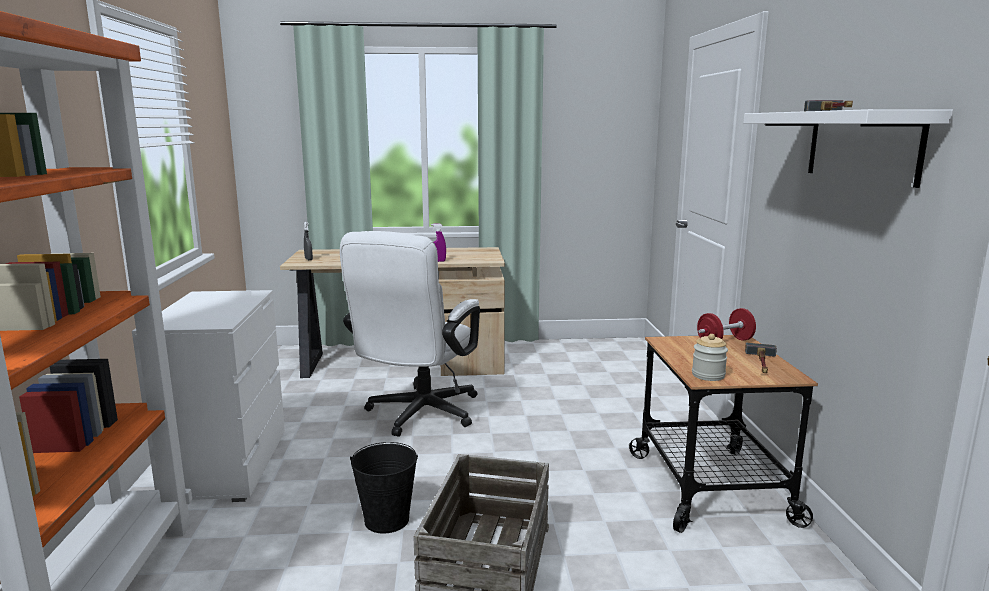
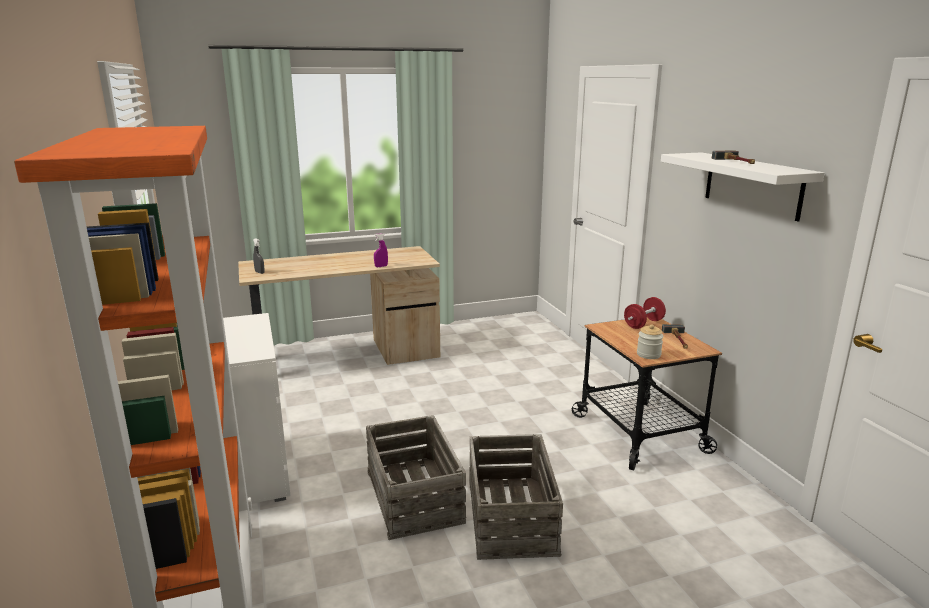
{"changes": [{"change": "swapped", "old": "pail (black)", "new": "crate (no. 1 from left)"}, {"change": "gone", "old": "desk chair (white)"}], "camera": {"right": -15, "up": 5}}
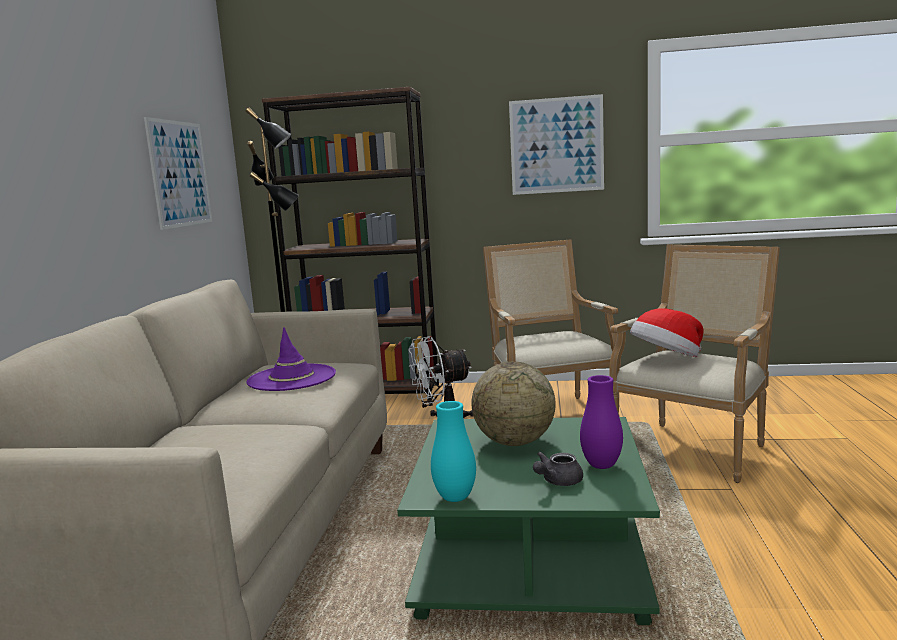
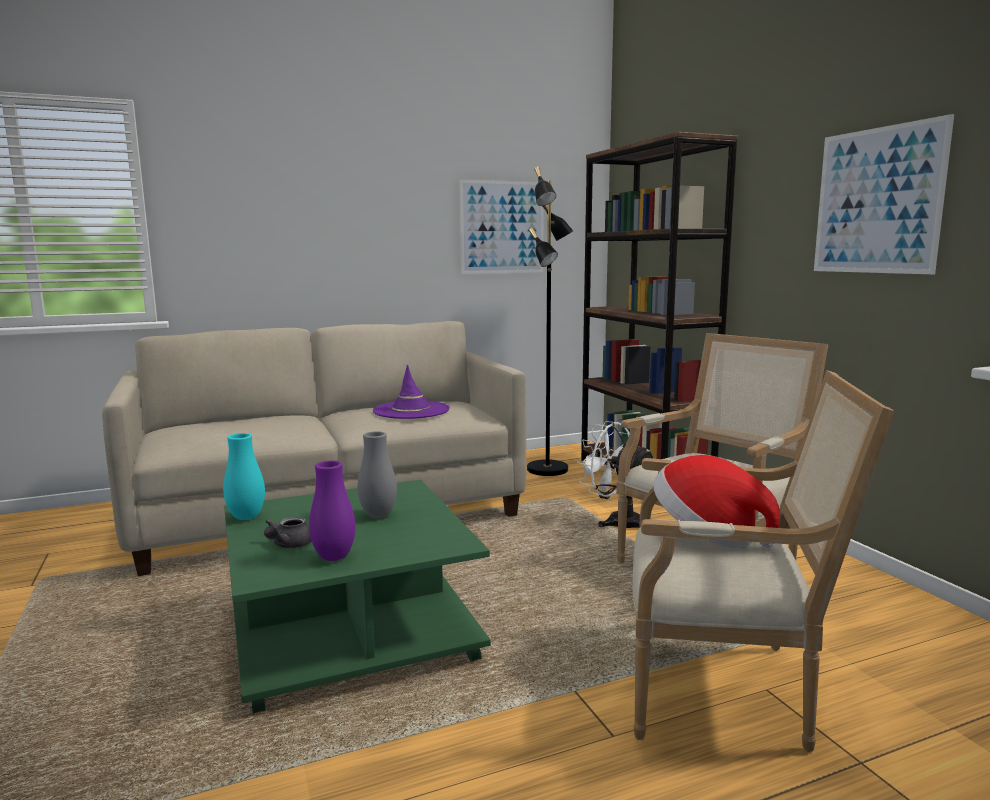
{"changes": [{"change": "rotated", "old": "tea pot (greyish)", "degrees": -90}, {"change": "swapped", "old": "world globe", "new": "vase (greyish)"}], "camera": {"right": 60, "up": 0}}
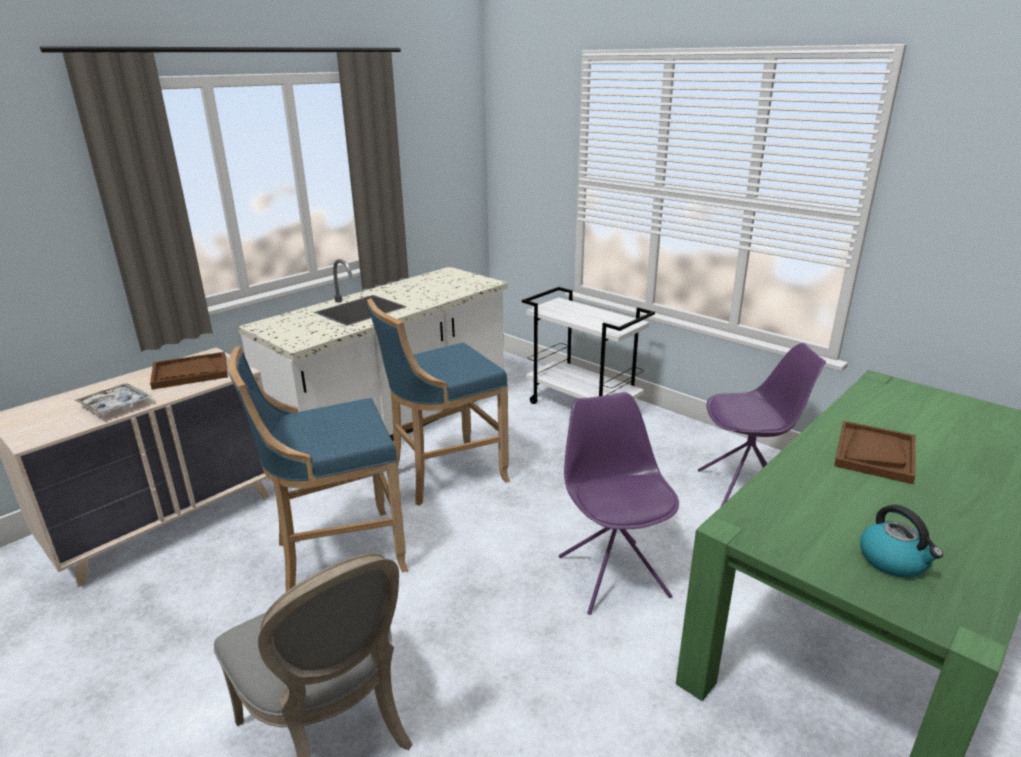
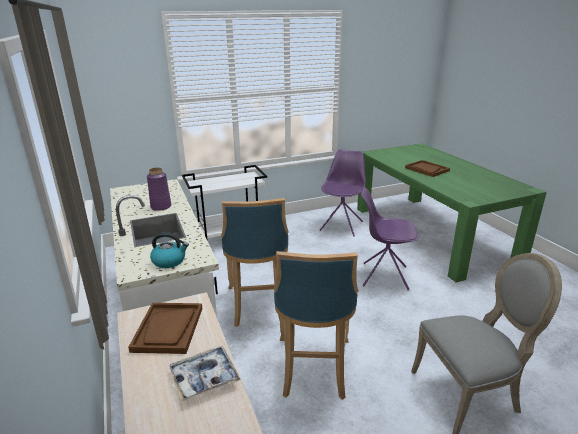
{"changes": [{"change": "new", "new": "vase (purple-coloured)"}, {"change": "shifted", "old": "tea kettle"}], "camera": {"right": -65, "up": 0}}
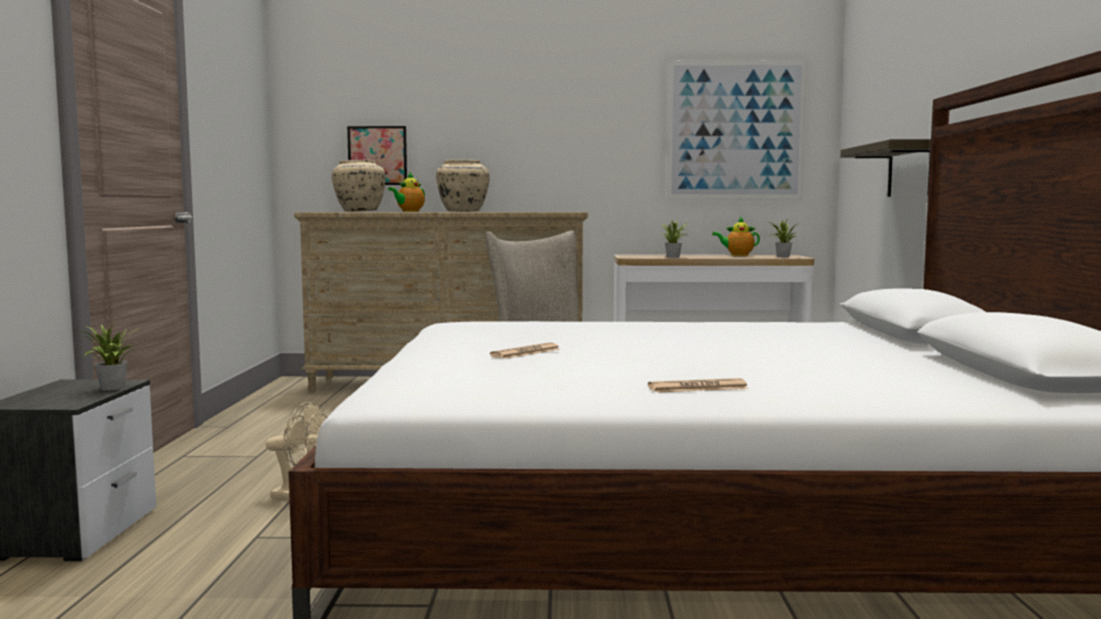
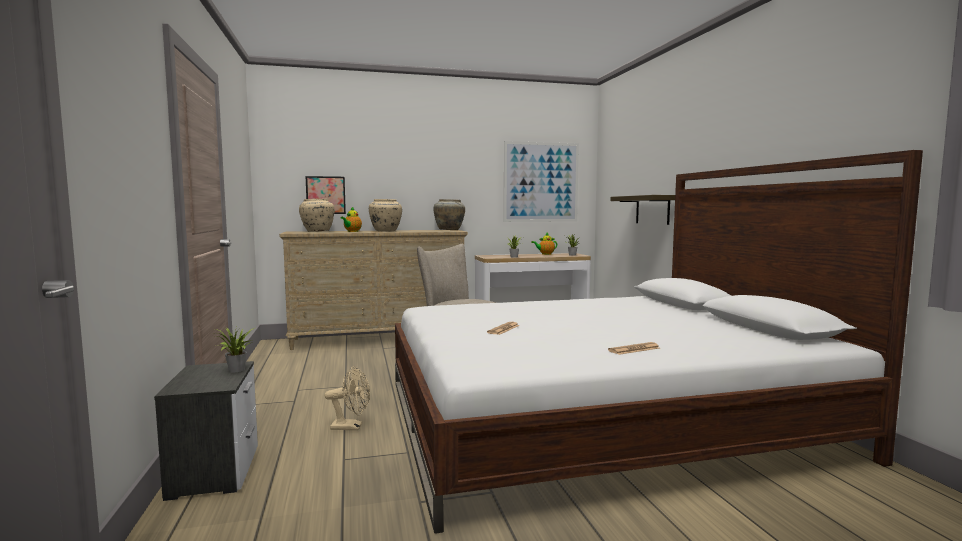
{"changes": [{"change": "new", "new": "vase (beige) (no. 3 from left)"}], "camera": {"right": -15, "up": 0}}
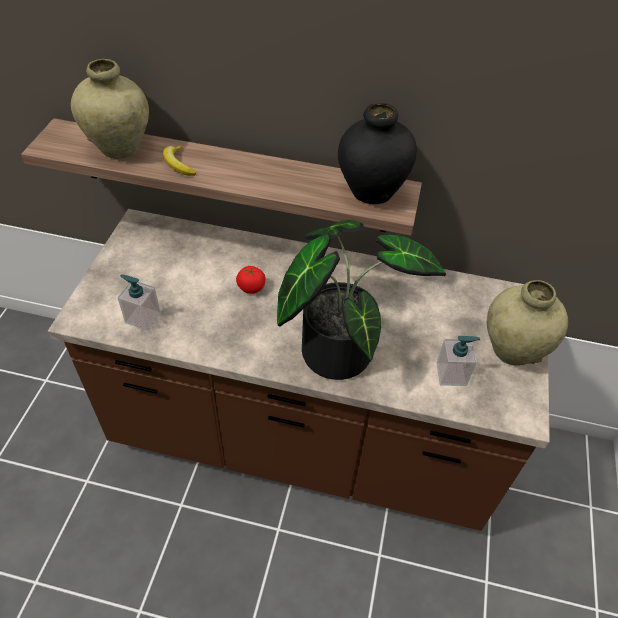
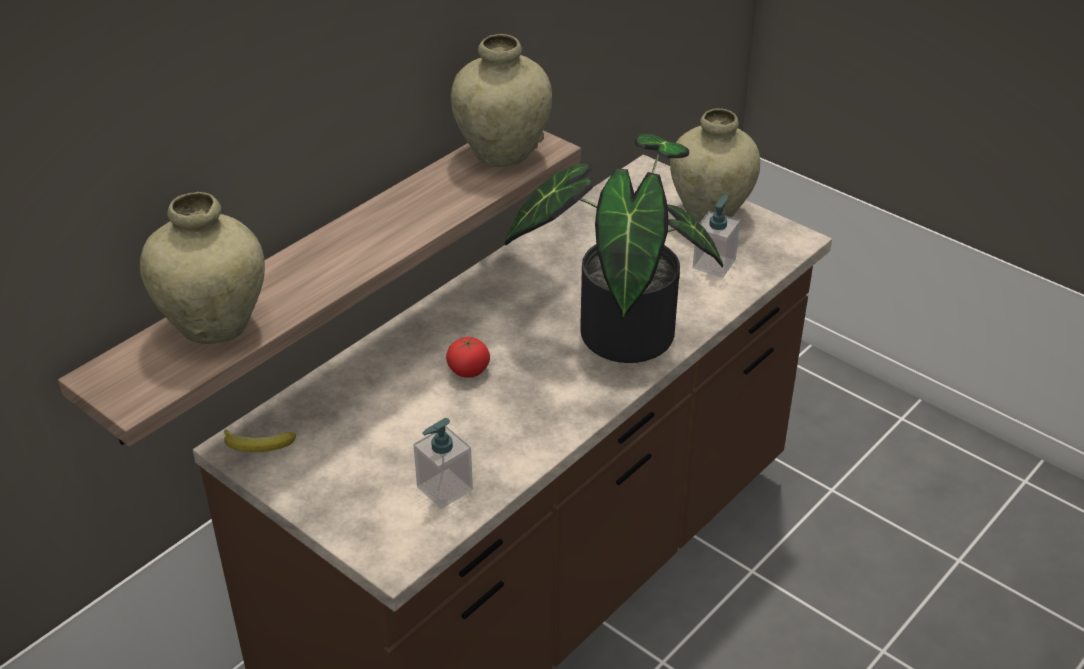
{"changes": [{"change": "shifted", "old": "banana fruit"}, {"change": "repainted", "old": "vase (black)", "new": "vase (beige) (no. 2 from left)"}], "camera": {"right": -60, "up": -10}}
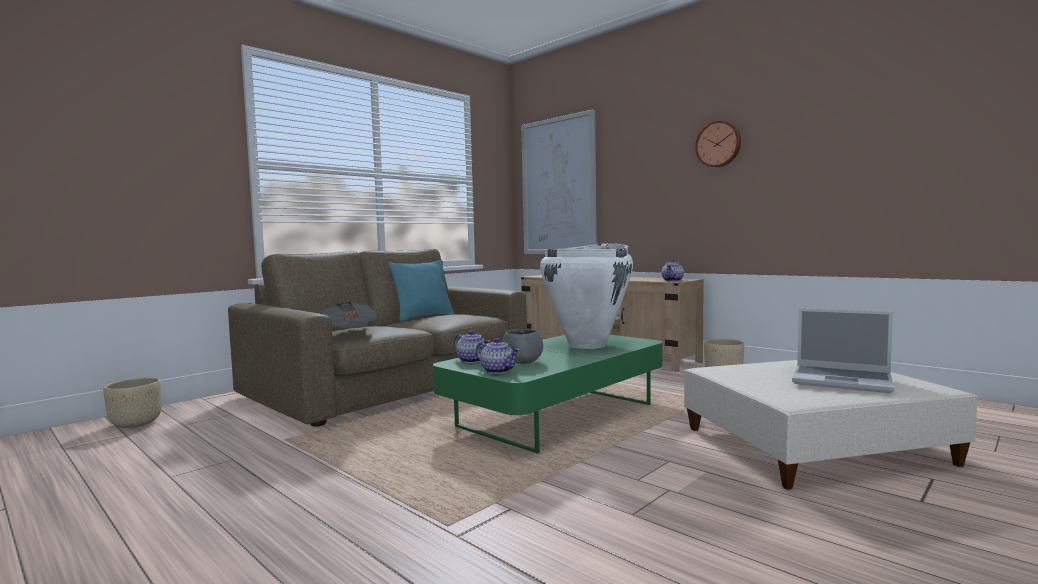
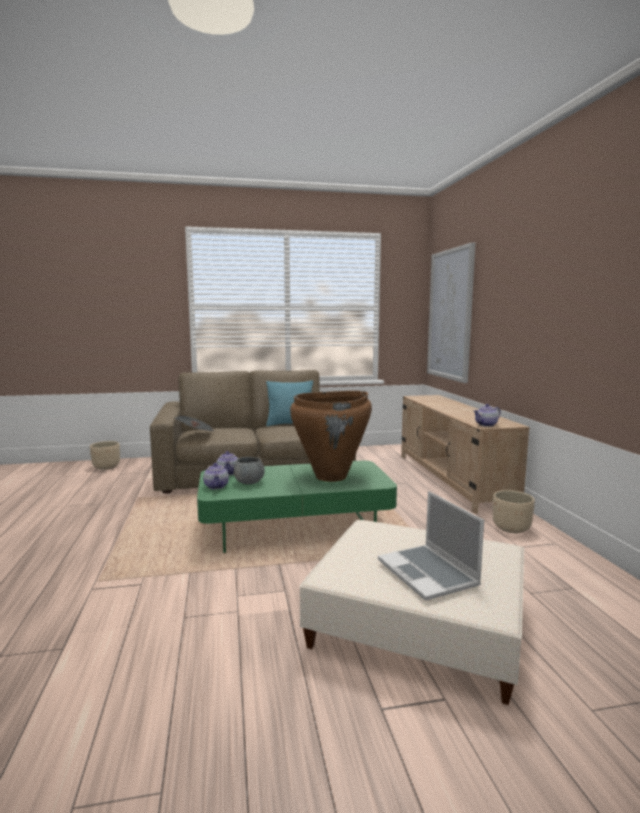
{"changes": [{"change": "repainted", "old": "vase (white)", "new": "vase (brown)"}, {"change": "gone", "old": "clock on the wall"}], "camera": {"right": 35, "up": 5}}
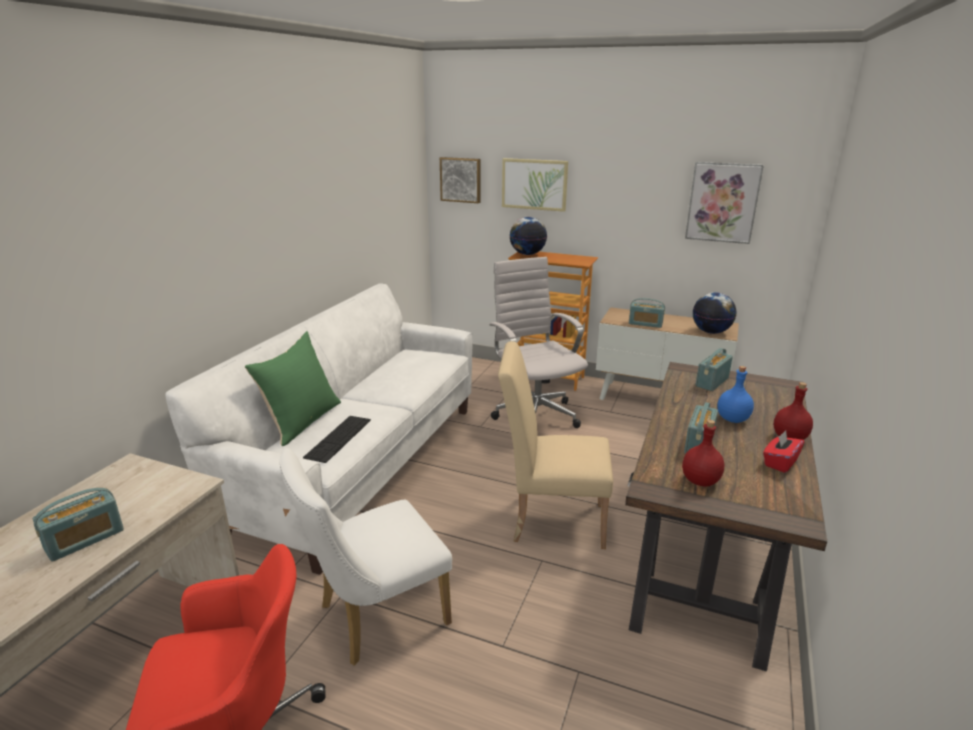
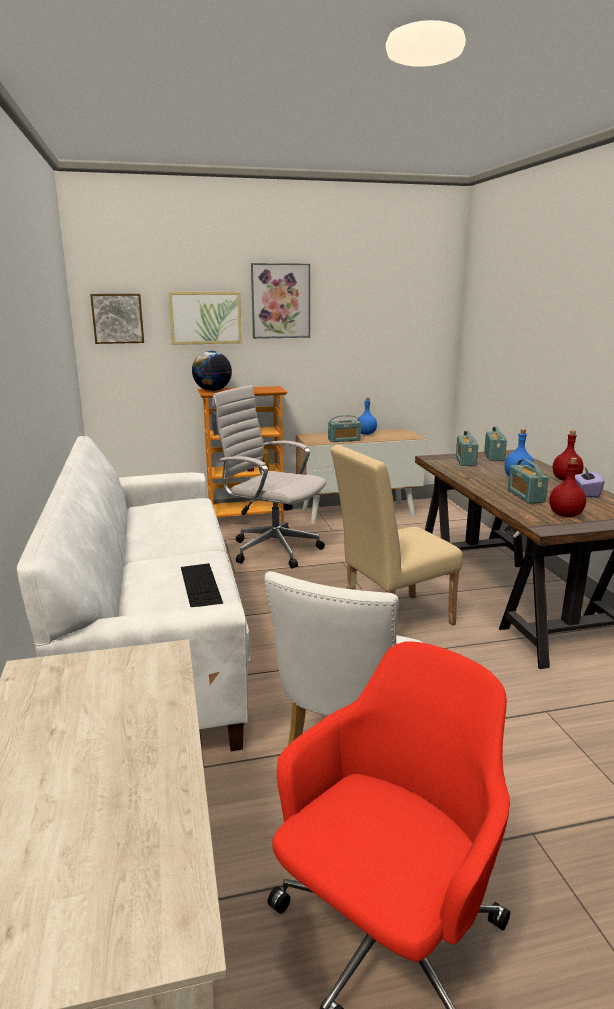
{"changes": [{"change": "shifted", "old": "wall picture (no. 3 from left)"}, {"change": "new", "new": "drink bottle (blue) (no. 1 from left)"}, {"change": "shifted", "old": "radio set (no. 1 from left in the first image)", "new": "radio set (no. 3 from left)"}, {"change": "repainted", "old": "tissue box (red)", "new": "tissue box (purple-coloured)"}, {"change": "gone", "old": "cushion (green-coloured)"}, {"change": "gone", "old": "world globe (no. 2 from left)"}], "camera": {"right": -35, "up": -5}}
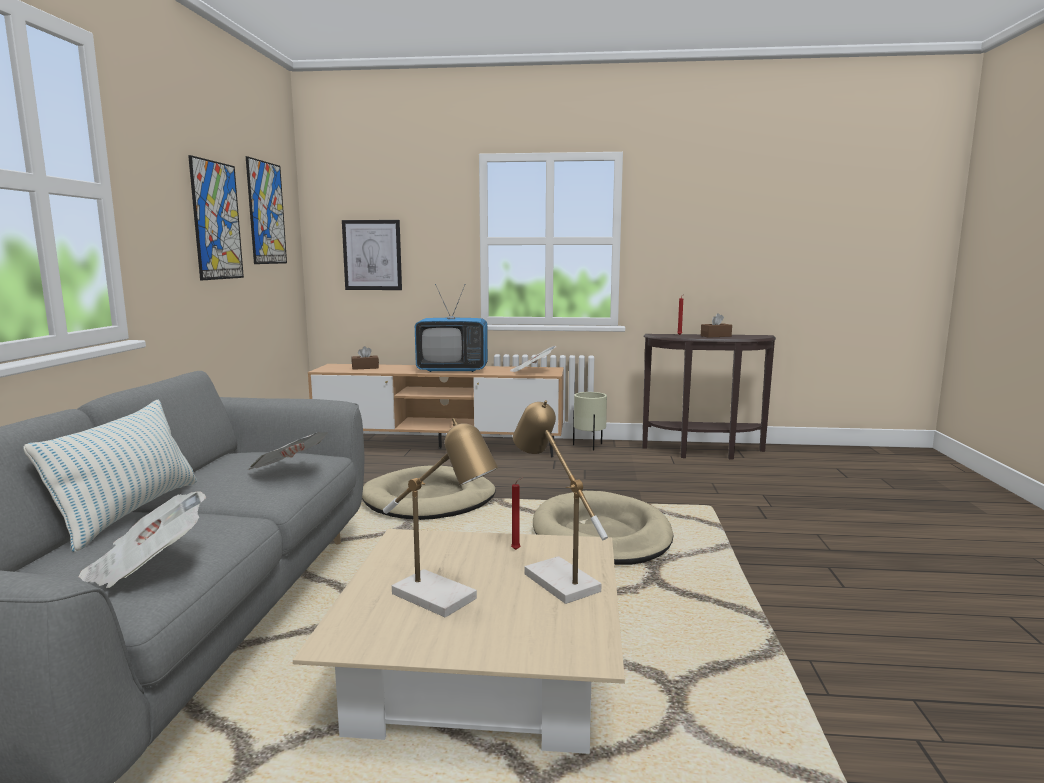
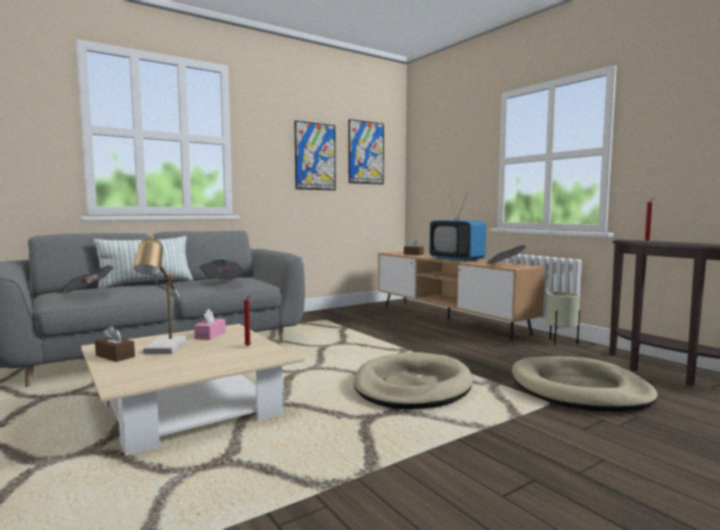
{"changes": [{"change": "shifted", "old": "tissue box (brown) (no. 2 from left in the first image)", "new": "tissue box (brown) (no. 1 from left)"}, {"change": "new", "new": "tissue box (pink-coloured)"}, {"change": "shifted", "old": "pet bed (beige) (no. 1 from left in the first image)", "new": "pet bed (beige) (no. 2 from left)"}, {"change": "gone", "old": "wall picture (no. 3 from left)"}, {"change": "gone", "old": "lamp for a table (no. 2 from left)"}], "camera": {"right": 50, "up": -5}}
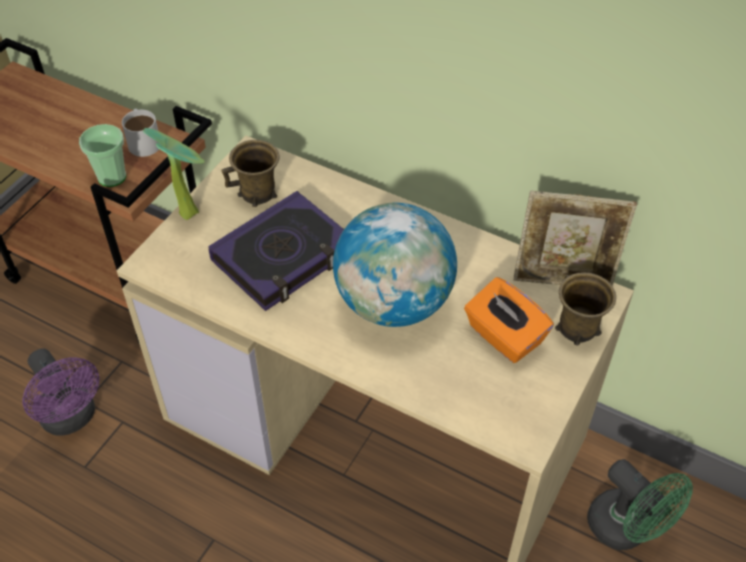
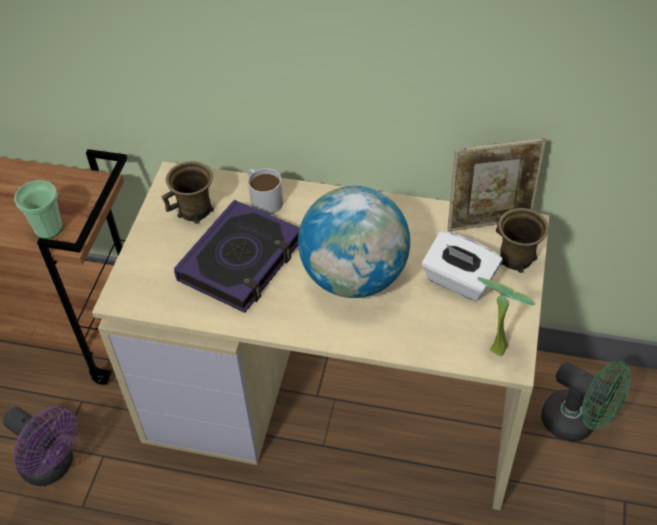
{"changes": [{"change": "shifted", "old": "tea mug (white)"}, {"change": "repainted", "old": "tissue box (orangey)", "new": "tissue box (white)"}, {"change": "shifted", "old": "plant in a pot"}], "camera": {"right": -15, "up": 0}}
